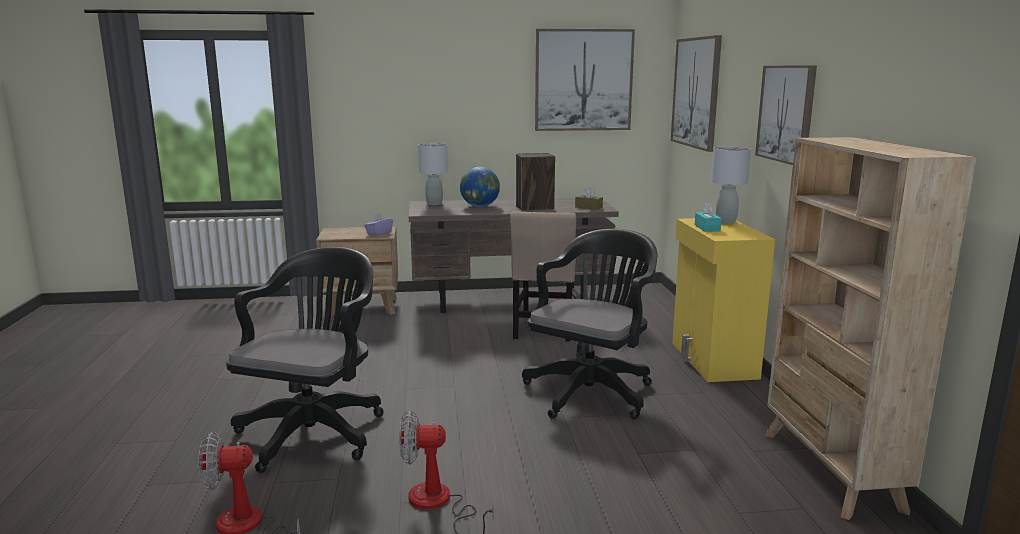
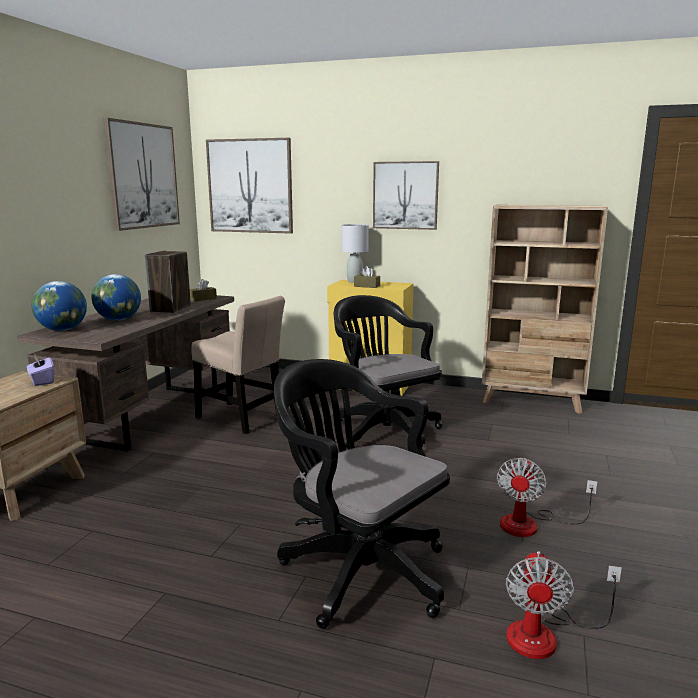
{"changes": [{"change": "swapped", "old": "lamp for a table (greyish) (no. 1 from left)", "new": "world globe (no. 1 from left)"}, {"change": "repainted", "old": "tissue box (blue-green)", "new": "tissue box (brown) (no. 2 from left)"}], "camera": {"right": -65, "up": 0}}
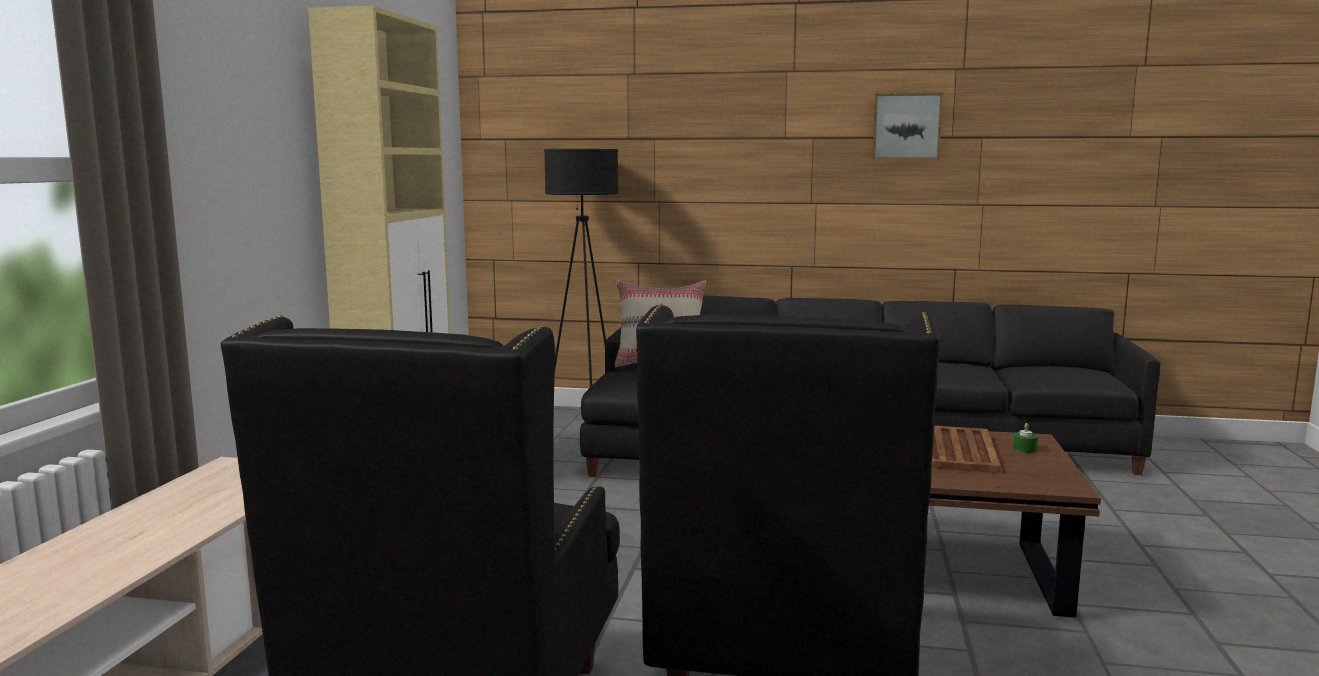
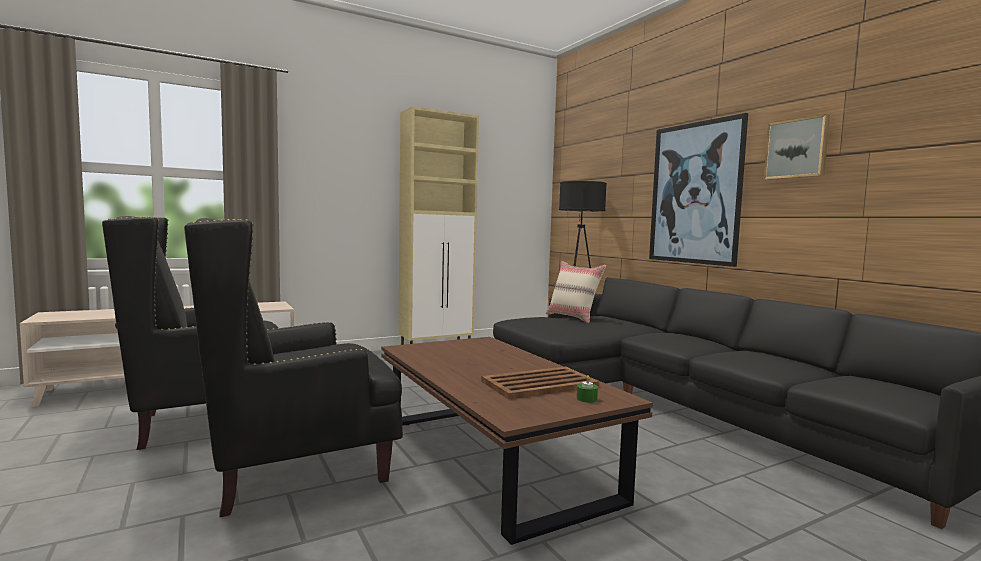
{"changes": [{"change": "new", "new": "wall picture (no. 1 from left)"}], "camera": {"right": 50, "up": -5}}
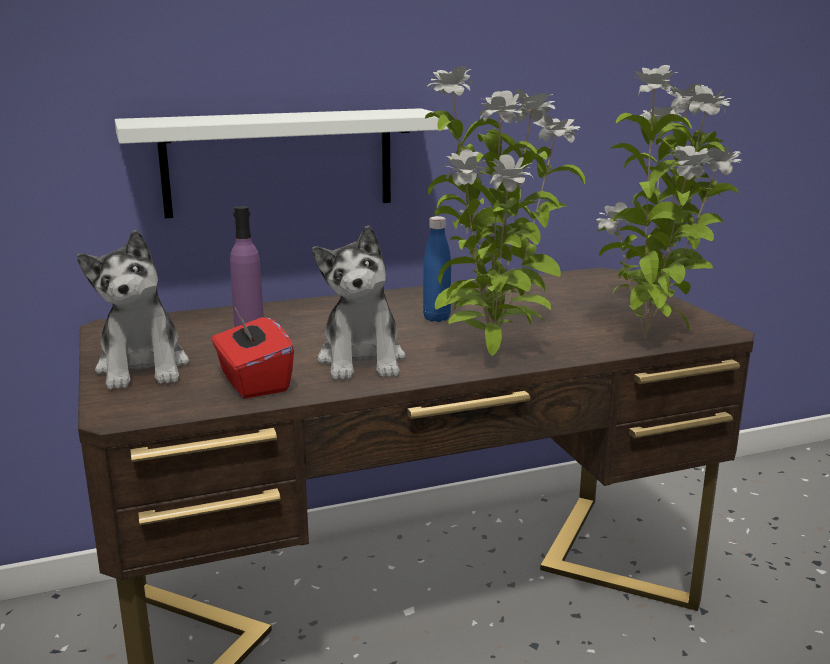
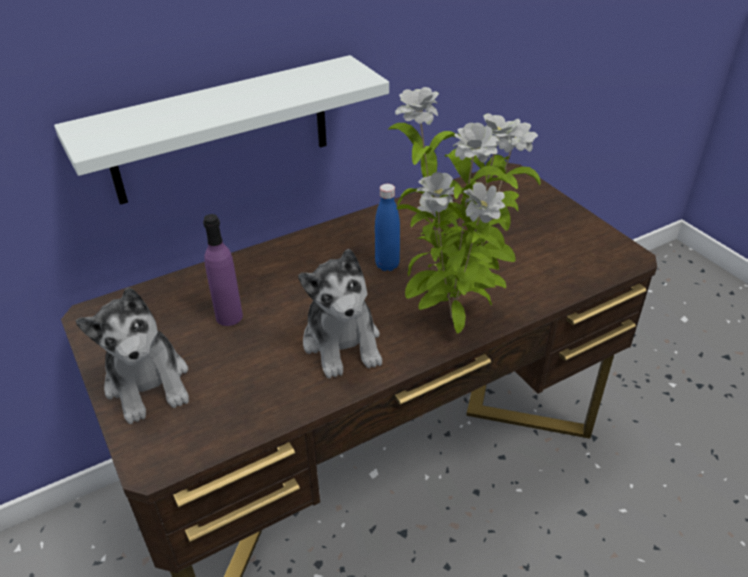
{"changes": [{"change": "gone", "old": "tissue box (red)"}, {"change": "gone", "old": "plant in a pot (no. 2 from left)"}], "camera": {"right": -10, "up": 20}}
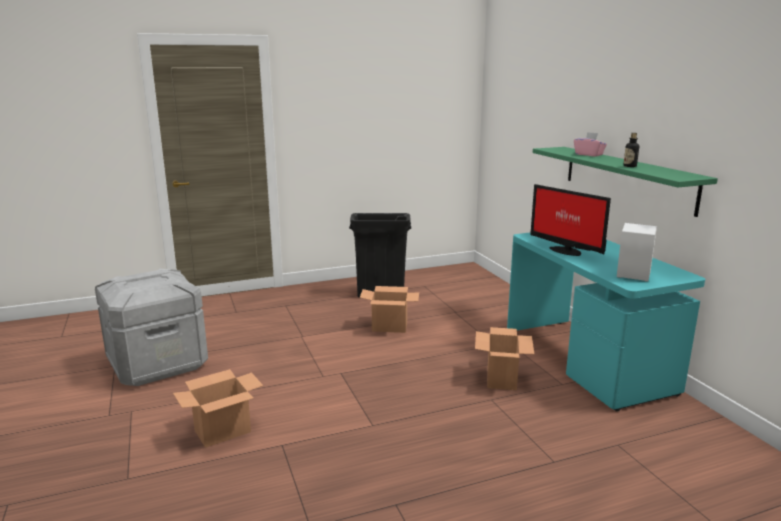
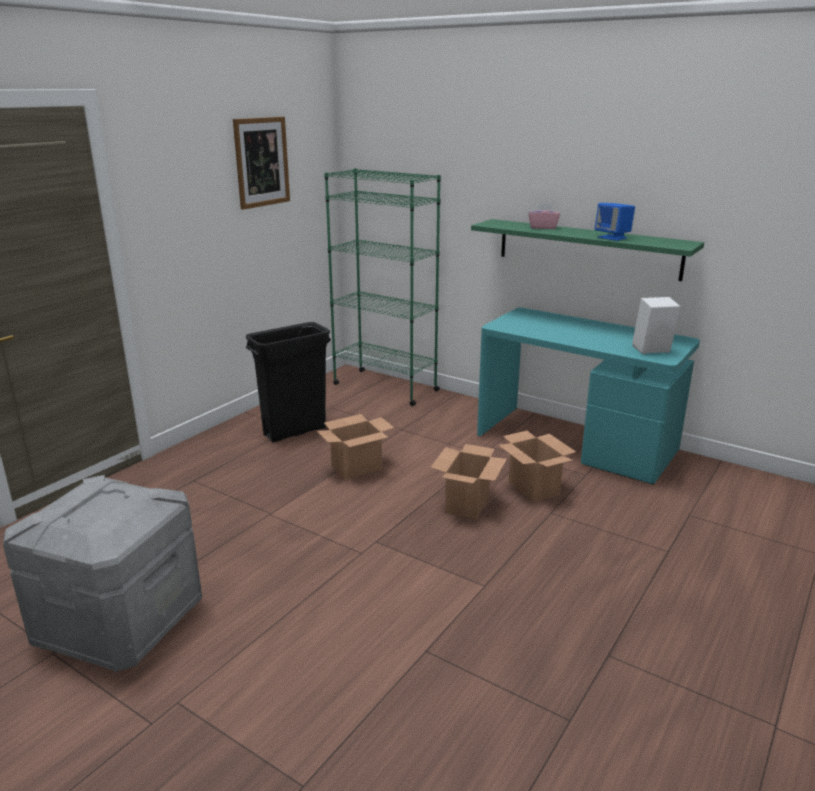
{"changes": [{"change": "new", "new": "wall picture"}, {"change": "new", "new": "shelving unit (green-coloured)"}, {"change": "shifted", "old": "cardboard box (no. 1 from left in the first image)", "new": "cardboard box (no. 2 from left)"}, {"change": "swapped", "old": "drink bottle", "new": "speaker (blue)"}, {"change": "gone", "old": "computer display"}], "camera": {"right": -35, "up": 5}}
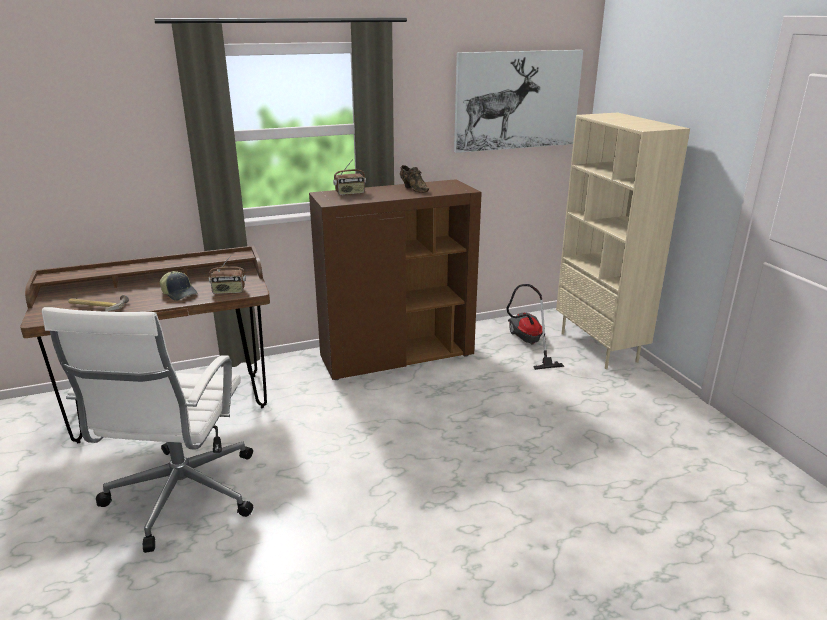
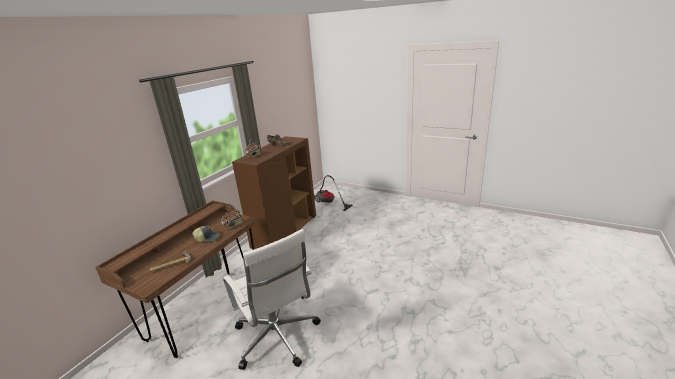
{"changes": [{"change": "gone", "old": "wall picture"}, {"change": "gone", "old": "shelving unit (beige)"}], "camera": {"right": -40, "up": 0}}
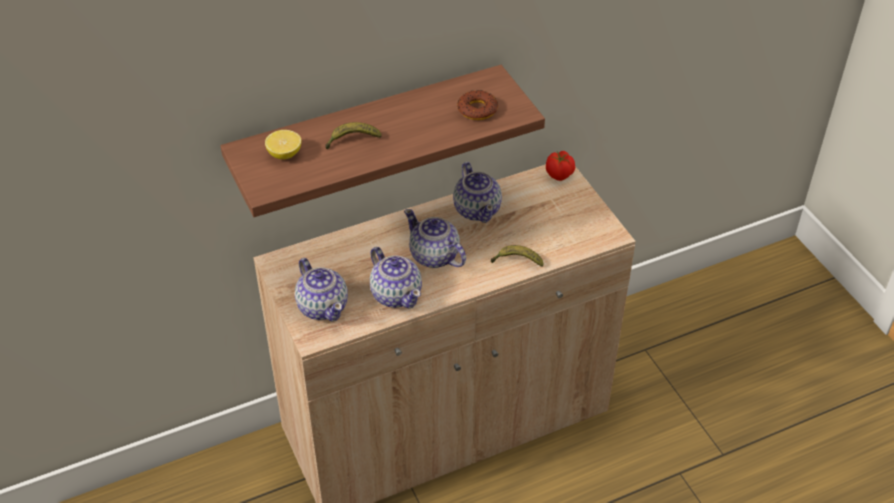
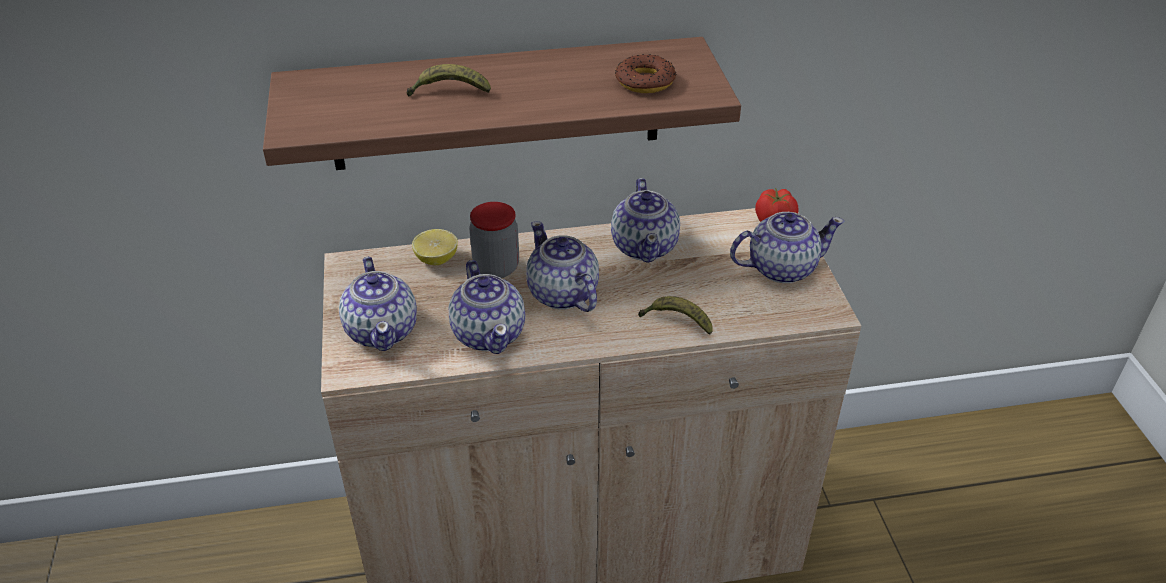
{"changes": [{"change": "shifted", "old": "lemon"}, {"change": "new", "new": "preserve jar"}, {"change": "new", "new": "tea pot (no. 5 from left)"}], "camera": {"right": 15, "up": -5}}
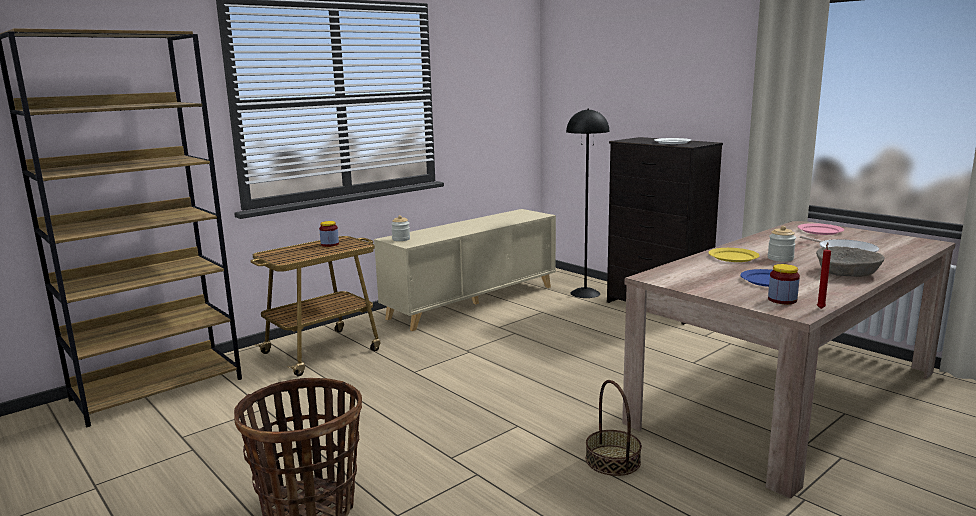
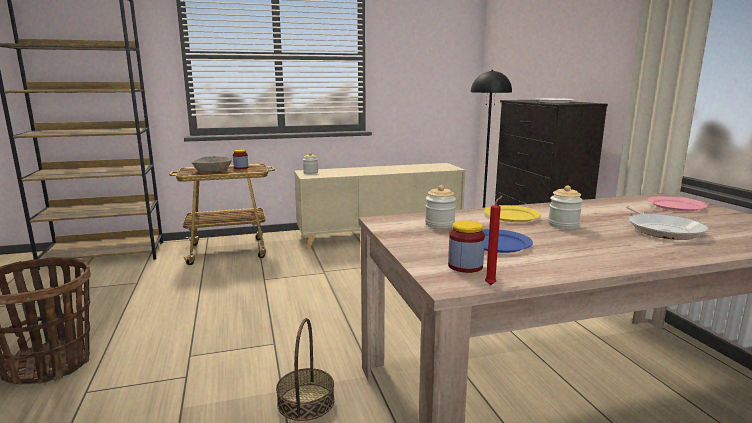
{"changes": [{"change": "shifted", "old": "serving bowl (beige)"}, {"change": "new", "new": "preserve jar (no. 3 from left)"}], "camera": {"right": 25, "up": 0}}
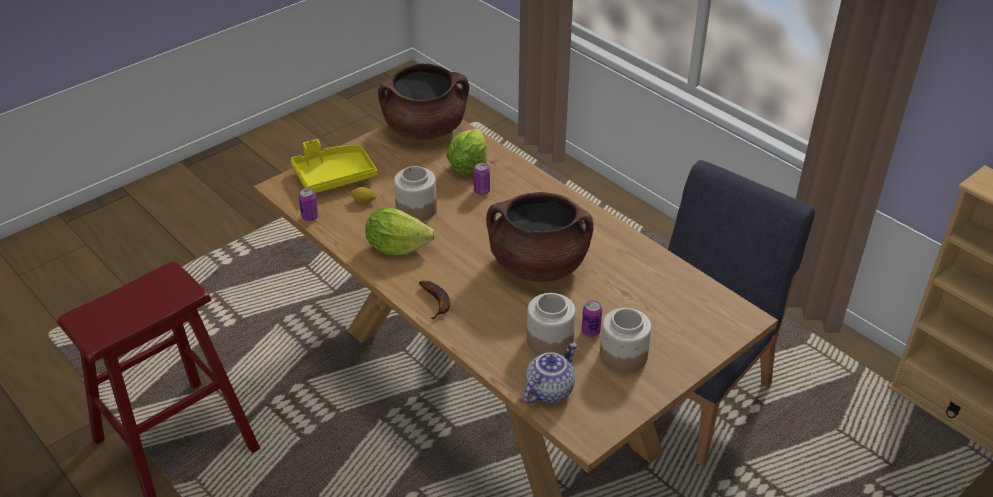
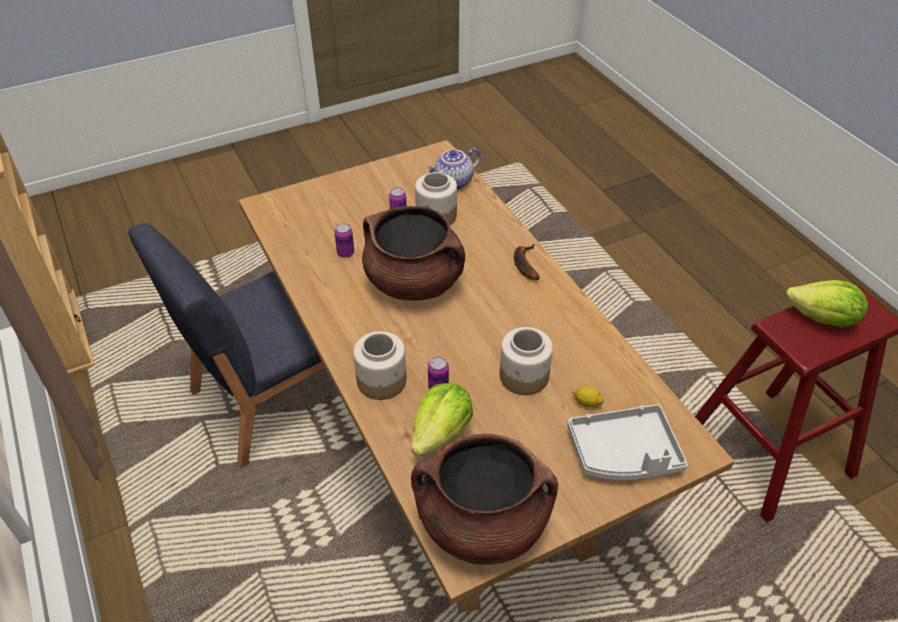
{"changes": [{"change": "shifted", "old": "metal can (no. 1 from left)"}, {"change": "shifted", "old": "preserve jar (no. 3 from left in the first image)", "new": "preserve jar (no. 1 from left)"}, {"change": "repainted", "old": "carrying tray (yellow)", "new": "carrying tray (greyish)"}, {"change": "shifted", "old": "head of lettuce (no. 1 from left in the first image)", "new": "head of lettuce (no. 2 from left)"}], "camera": {"right": -165, "up": 5}}
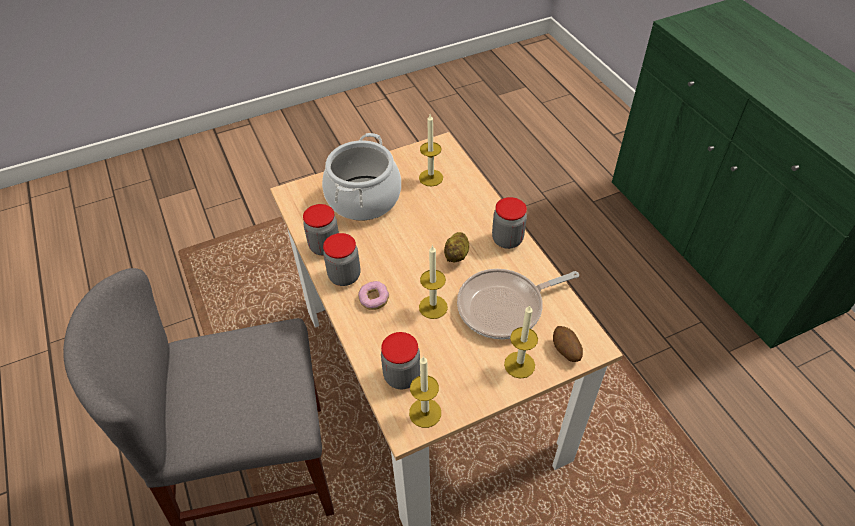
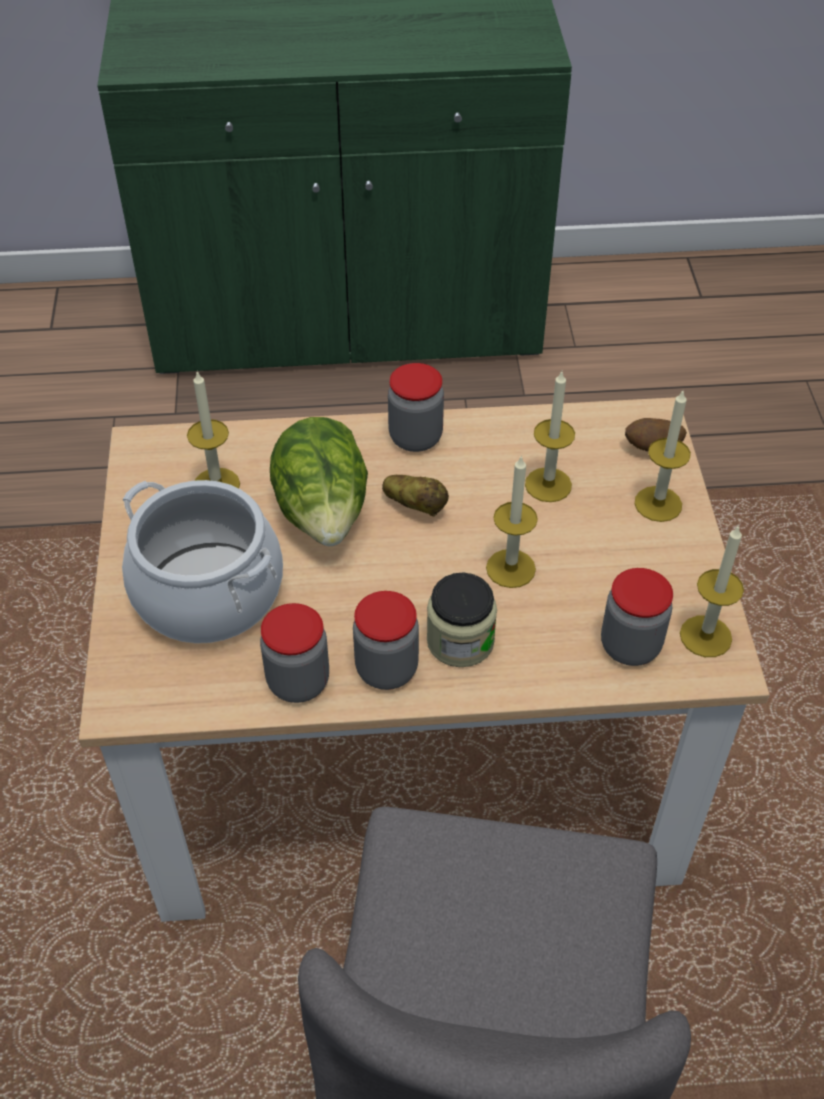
{"changes": [{"change": "new", "new": "head of lettuce"}, {"change": "swapped", "old": "ring doughnut", "new": "preserve jar (no. 4 from left)"}, {"change": "swapped", "old": "frying pan", "new": "candle (no. 3 from left)"}], "camera": {"right": -70, "up": 0}}
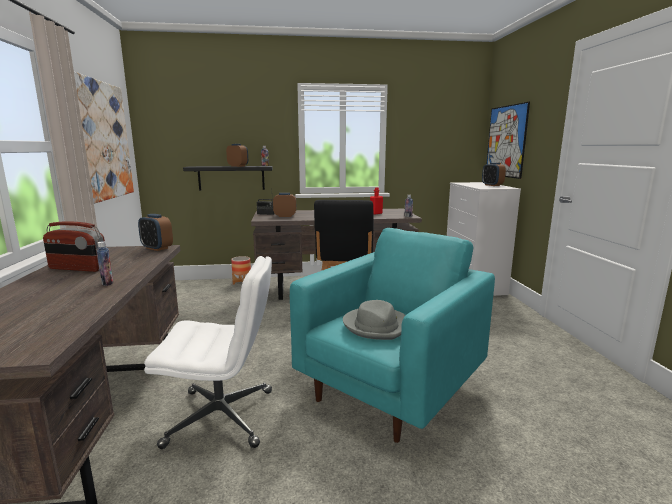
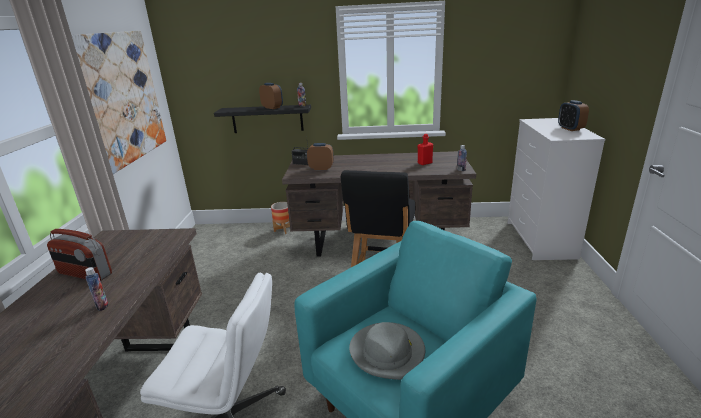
{"changes": [{"change": "gone", "old": "alarm clock (no. 1 from left)"}, {"change": "gone", "old": "wall picture (no. 2 from left)"}], "camera": {"right": 10, "up": 10}}
